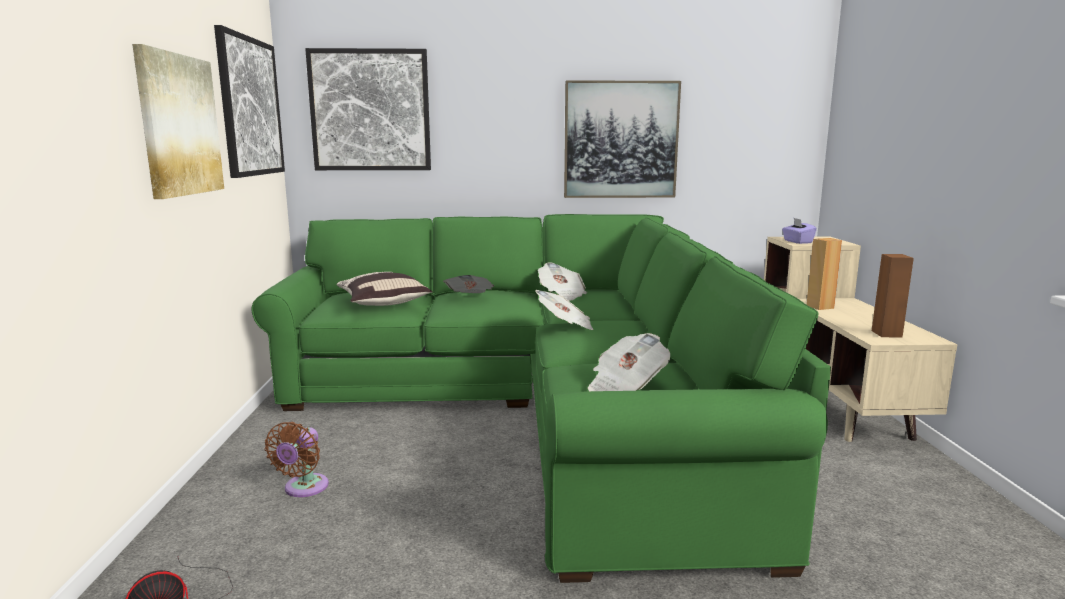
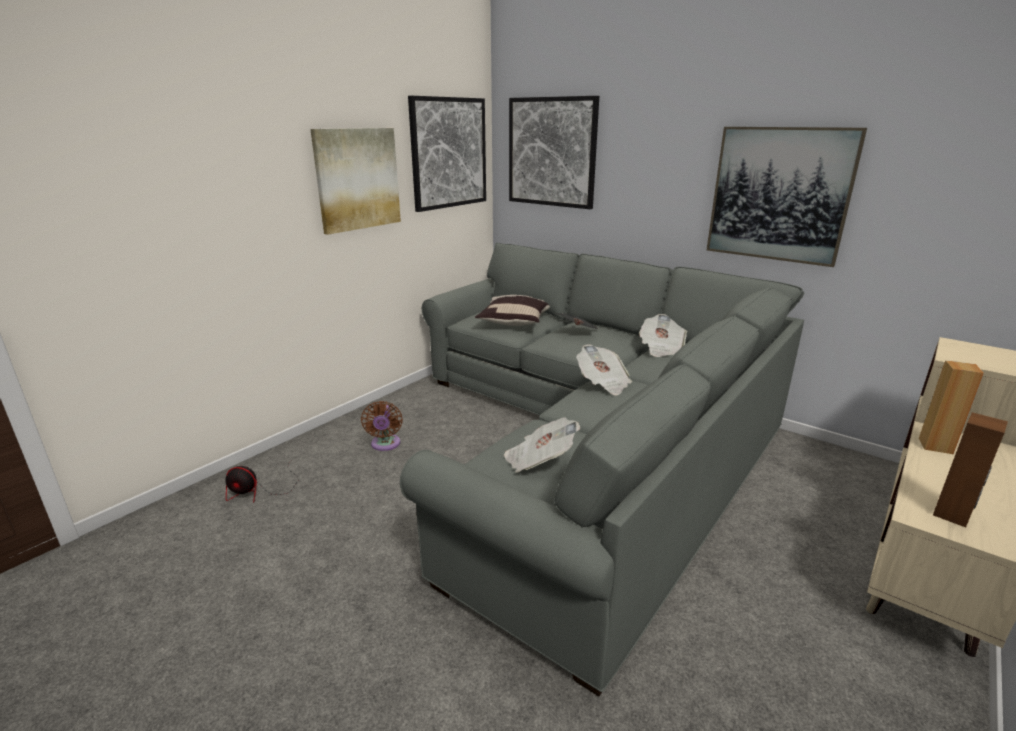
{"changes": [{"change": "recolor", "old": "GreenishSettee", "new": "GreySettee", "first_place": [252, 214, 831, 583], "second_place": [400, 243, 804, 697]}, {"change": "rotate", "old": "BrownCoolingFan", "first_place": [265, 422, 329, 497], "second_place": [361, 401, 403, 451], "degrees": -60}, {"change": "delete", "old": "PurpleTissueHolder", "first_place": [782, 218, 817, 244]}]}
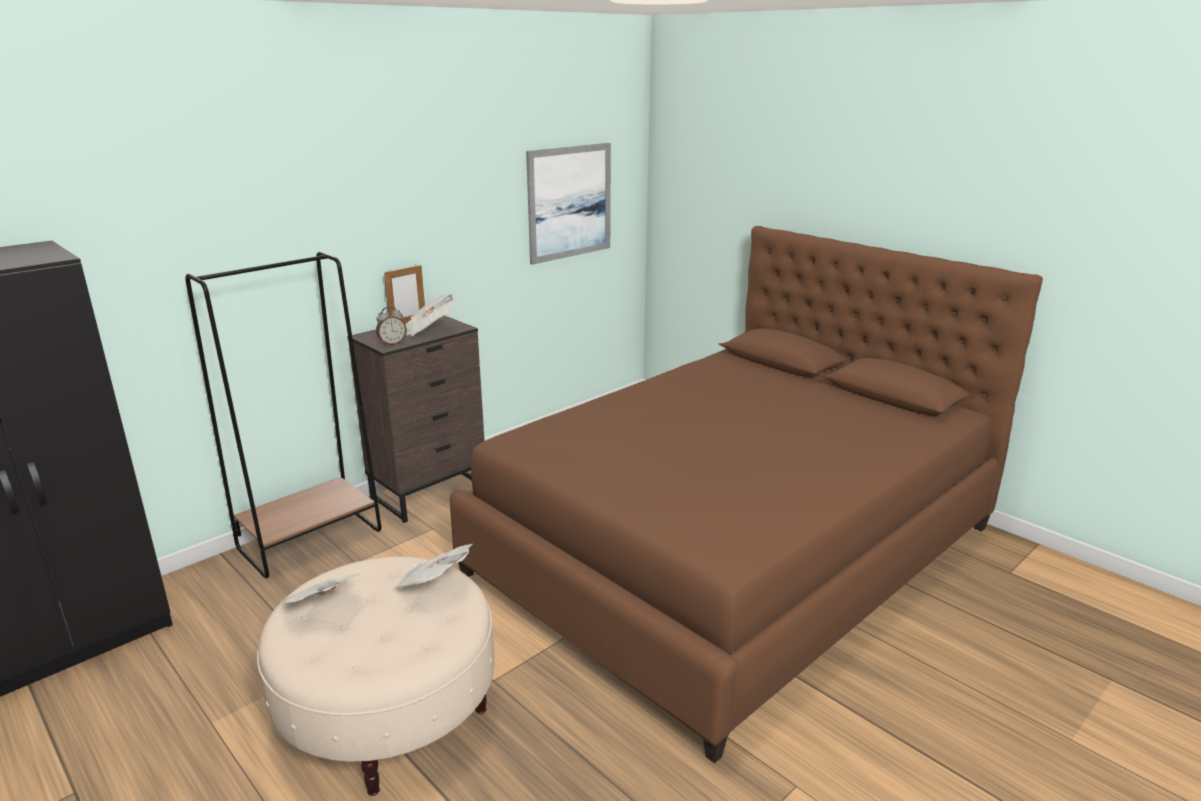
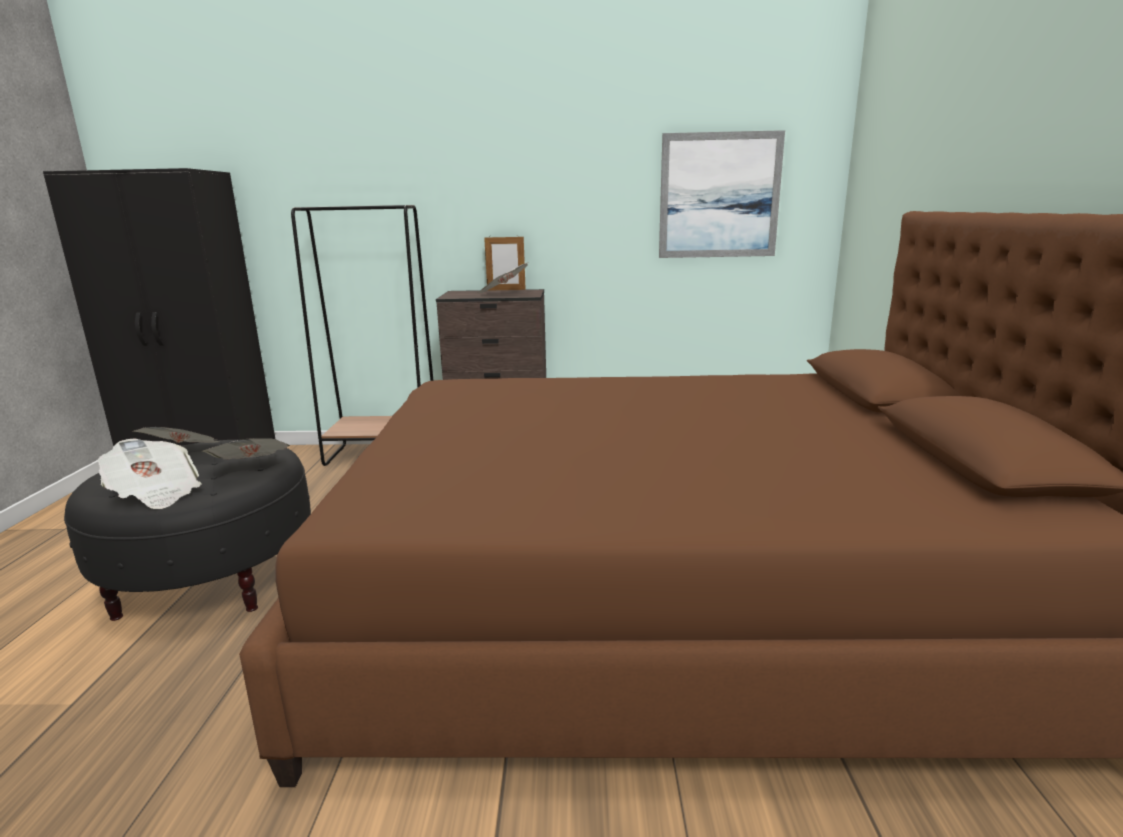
{"changes": [{"change": "recolor", "old": "BeigeColouredPouffe", "new": "BlackPouffe", "first_place": [257, 556, 494, 796], "second_place": [64, 440, 311, 621]}, {"change": "delete", "old": "AlarmClock", "first_place": [376, 307, 407, 346]}, {"change": "insert", "new": "PrintedPaper", "second_place": [98, 439, 201, 509]}]}
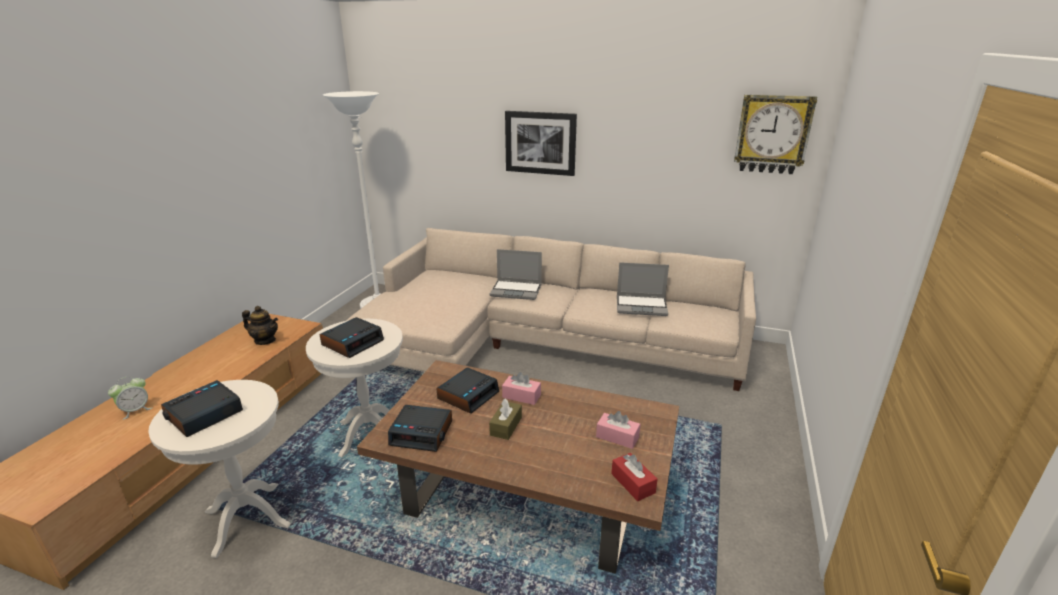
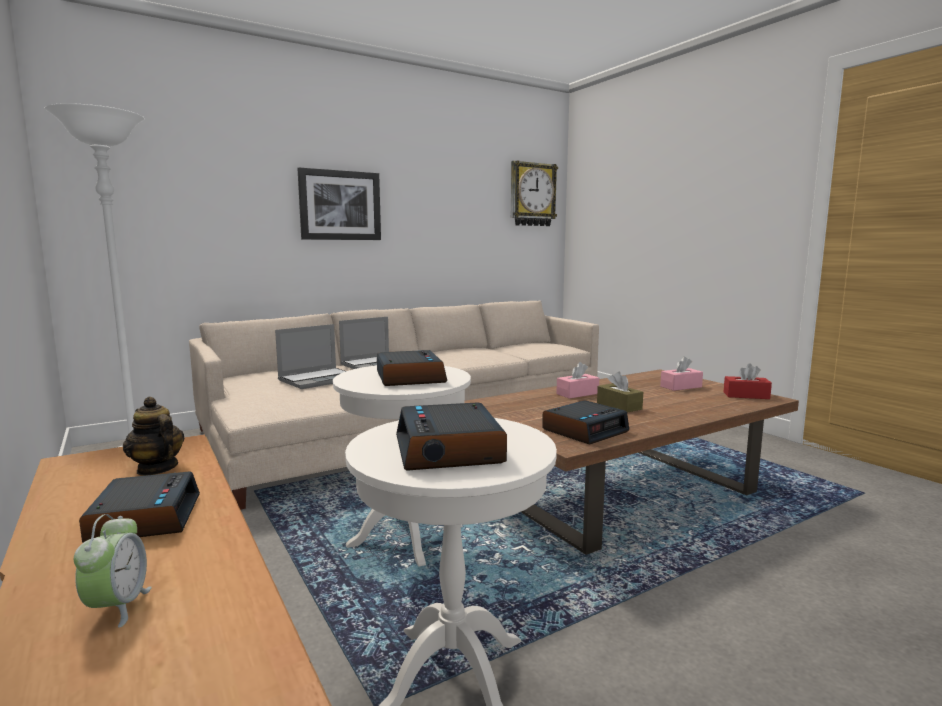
{"changes": [{"change": "rotate", "old": "TeaPot", "first_place": [242, 306, 278, 345], "second_place": [123, 397, 184, 476], "degrees": -105}, {"change": "move", "old": "AlarmClock", "first_place": [437, 367, 499, 414], "second_place": [79, 471, 200, 543]}, {"change": "move", "old": "NotebookComputer", "first_place": [617, 262, 669, 316], "second_place": [275, 324, 346, 389]}]}
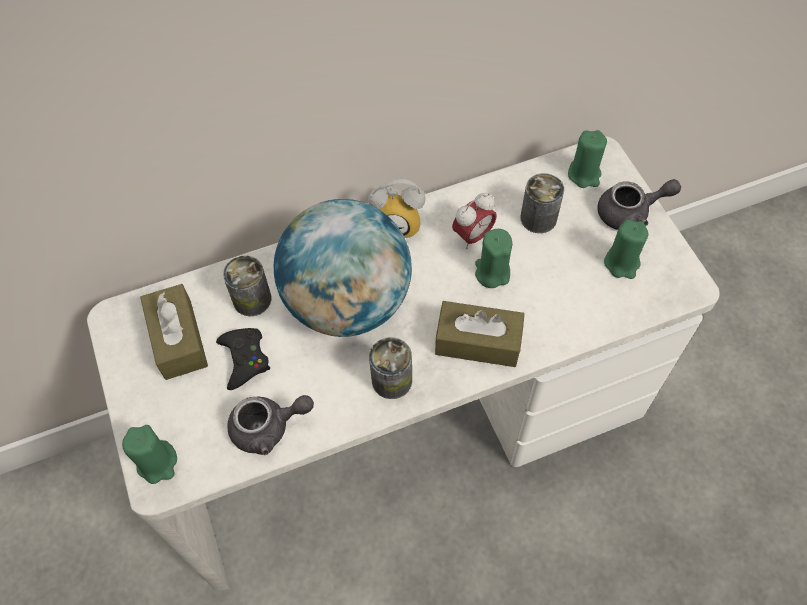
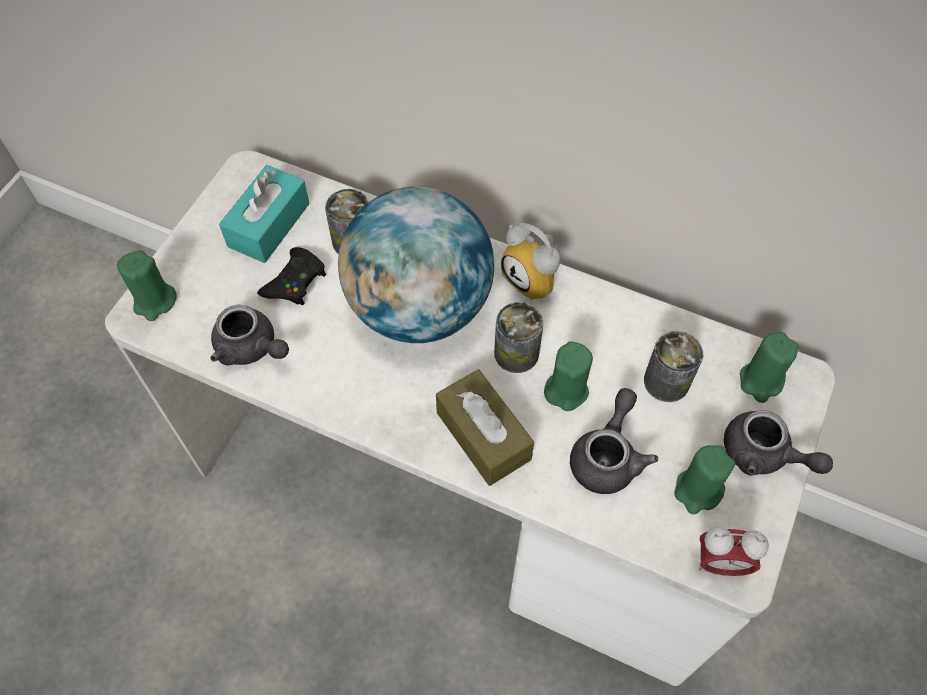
{"changes": [{"change": "recolor", "old": "BrownTissueHolder", "new": "TurquoiseColouredTissueHolder", "first_place": [140, 284, 208, 380], "second_place": [219, 165, 310, 263]}, {"change": "move", "old": "Can", "first_place": [369, 337, 412, 399], "second_place": [494, 302, 544, 373]}, {"change": "move", "old": "AlarmClock", "first_place": [452, 193, 497, 249], "second_place": [699, 526, 769, 576]}, {"change": "insert", "new": "GreyTeaPot", "second_place": [570, 388, 658, 494]}]}
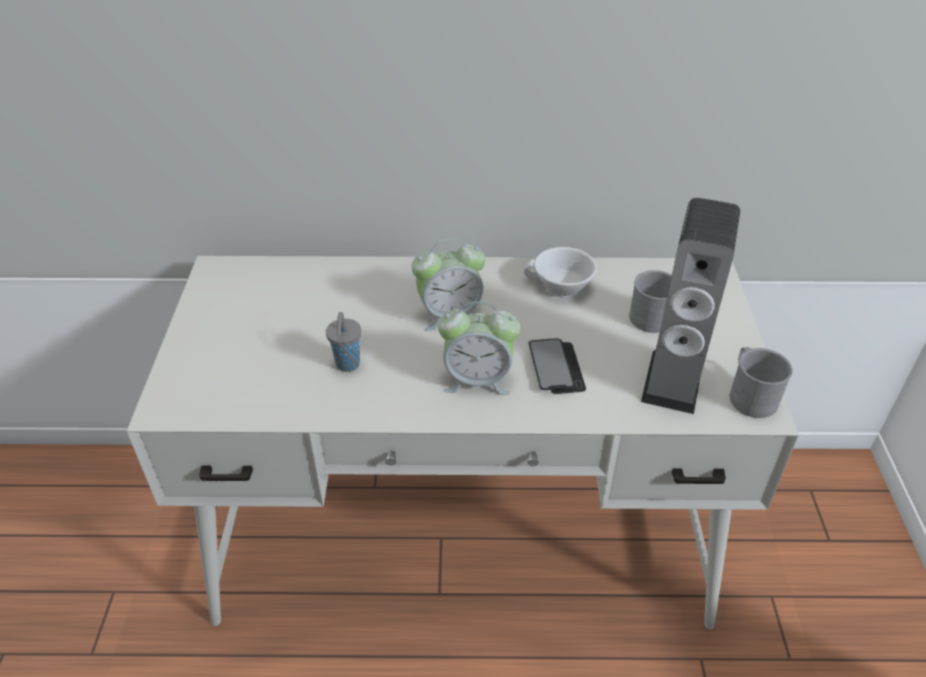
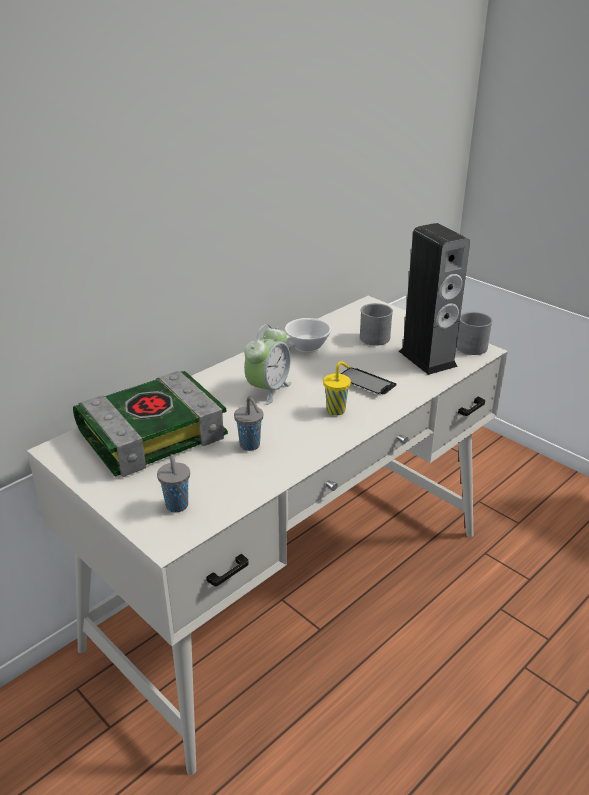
{"changes": [{"change": "replace", "old": "AlarmClock", "new": "YellowDrinkingCup", "first_place": [438, 302, 520, 395], "second_place": [323, 361, 351, 416]}, {"change": "insert", "new": "BoundBook", "second_place": [73, 371, 228, 477]}, {"change": "insert", "new": "GreyDrinkingCup", "second_place": [157, 454, 190, 512]}]}
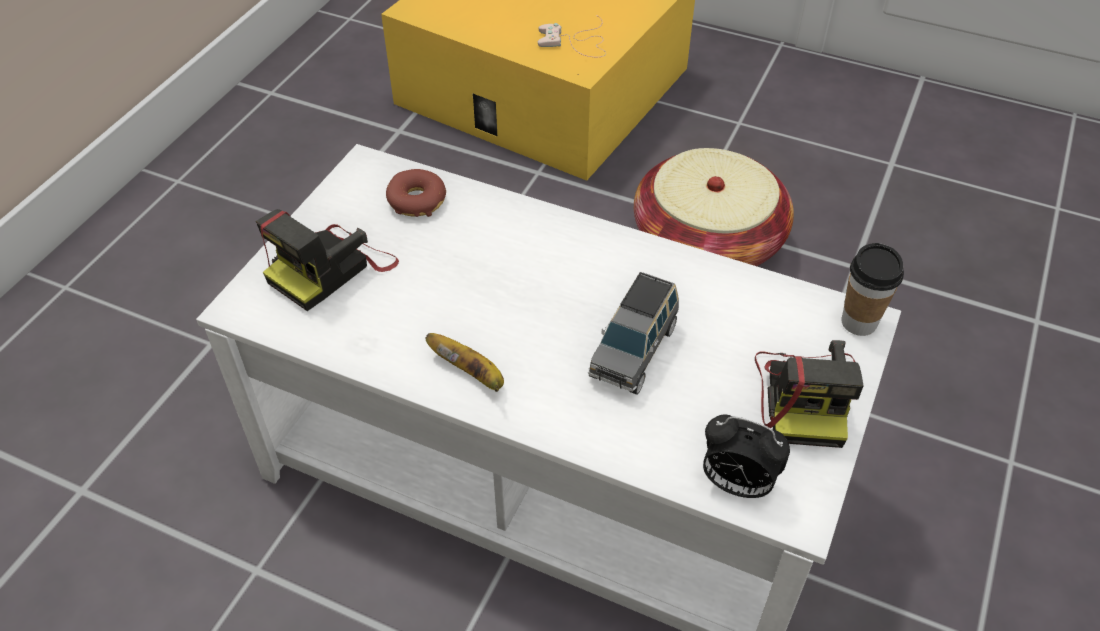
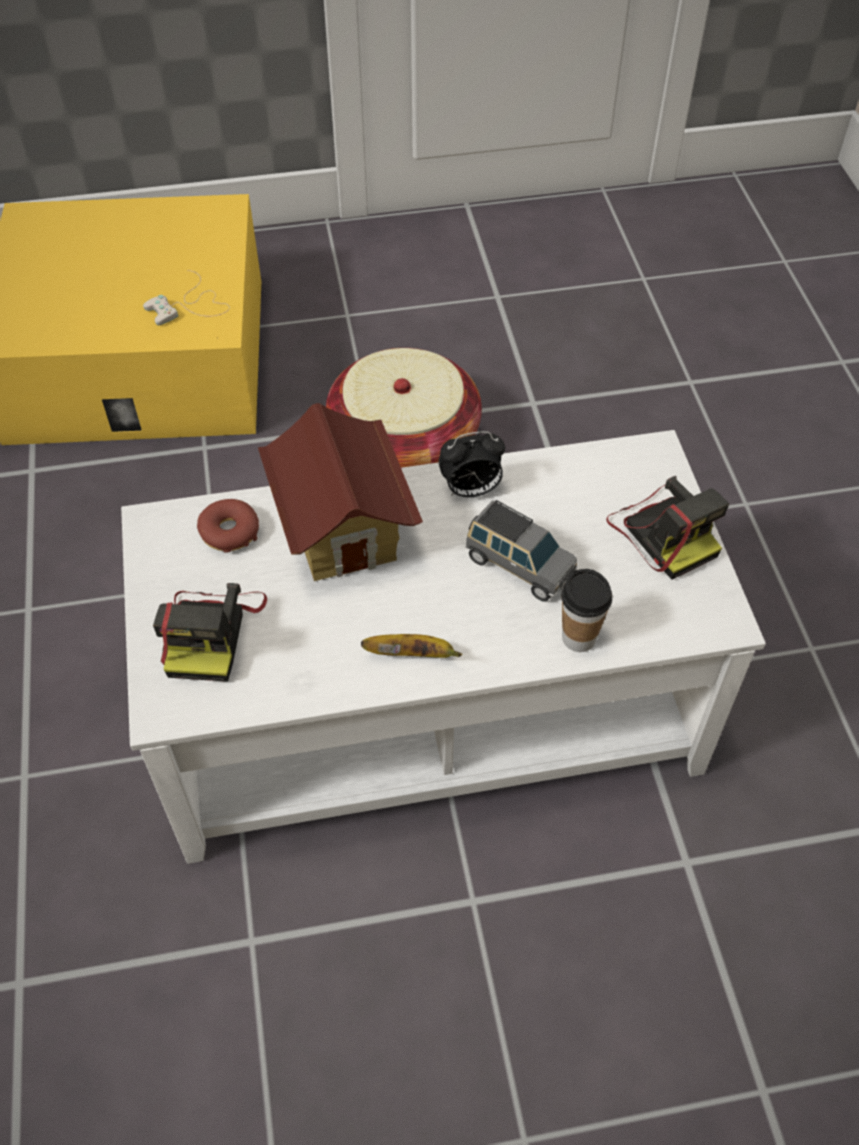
{"changes": [{"change": "rotate", "old": "GreyModelCar", "first_place": [588, 272, 679, 395], "second_place": [465, 500, 577, 602], "degrees": -45}, {"change": "move", "old": "AlarmClock", "first_place": [703, 414, 790, 498], "second_place": [439, 431, 505, 497]}, {"change": "move", "old": "DrinkingCup", "first_place": [841, 243, 904, 336], "second_place": [561, 569, 612, 652]}, {"change": "insert", "new": "ModelHouse", "second_place": [258, 403, 423, 581]}]}
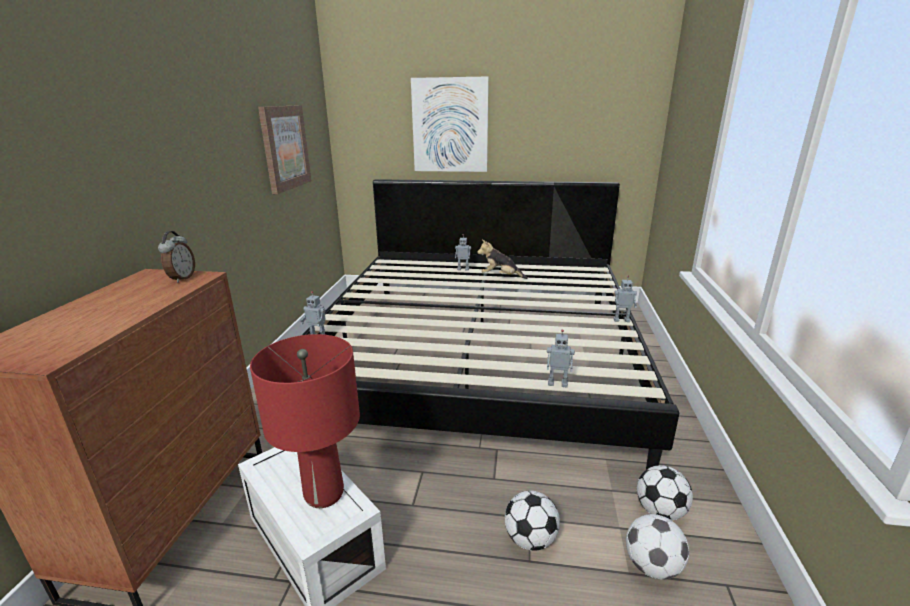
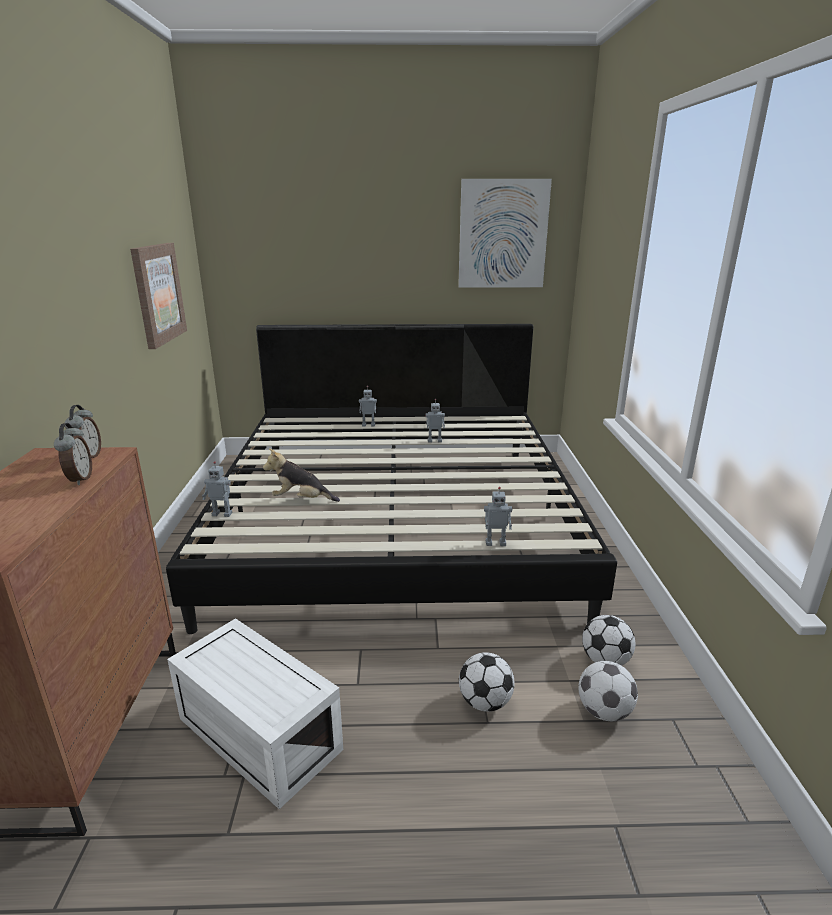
{"changes": [{"change": "delete", "old": "ReddishLampForATable", "first_place": [250, 334, 360, 508]}, {"change": "move", "old": "Picture", "first_place": [411, 76, 489, 172], "second_place": [458, 179, 552, 288]}, {"change": "move", "old": "PlushToy", "first_place": [477, 240, 528, 279], "second_place": [263, 448, 340, 502]}, {"change": "move", "old": "ToyRobot", "first_place": [613, 276, 637, 322], "second_place": [426, 399, 445, 443]}, {"change": "insert", "new": "AlarmClock", "second_place": [54, 423, 92, 485]}]}
